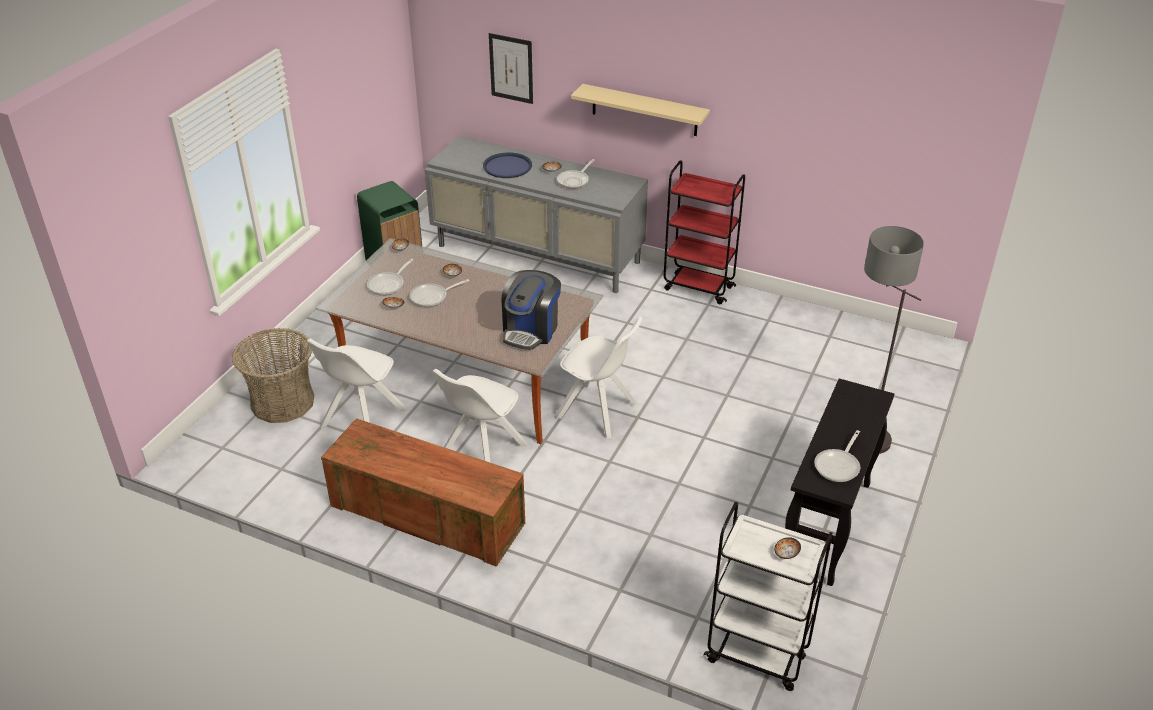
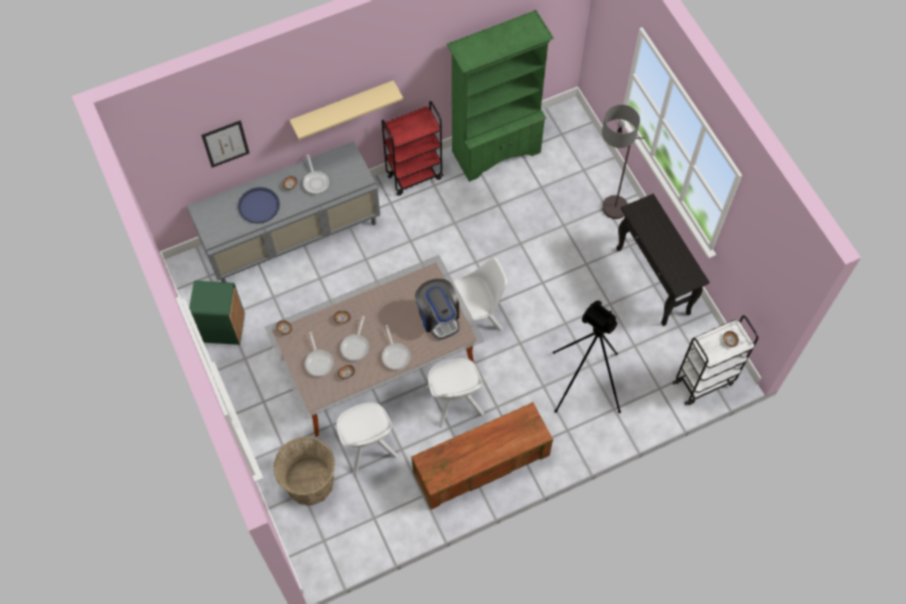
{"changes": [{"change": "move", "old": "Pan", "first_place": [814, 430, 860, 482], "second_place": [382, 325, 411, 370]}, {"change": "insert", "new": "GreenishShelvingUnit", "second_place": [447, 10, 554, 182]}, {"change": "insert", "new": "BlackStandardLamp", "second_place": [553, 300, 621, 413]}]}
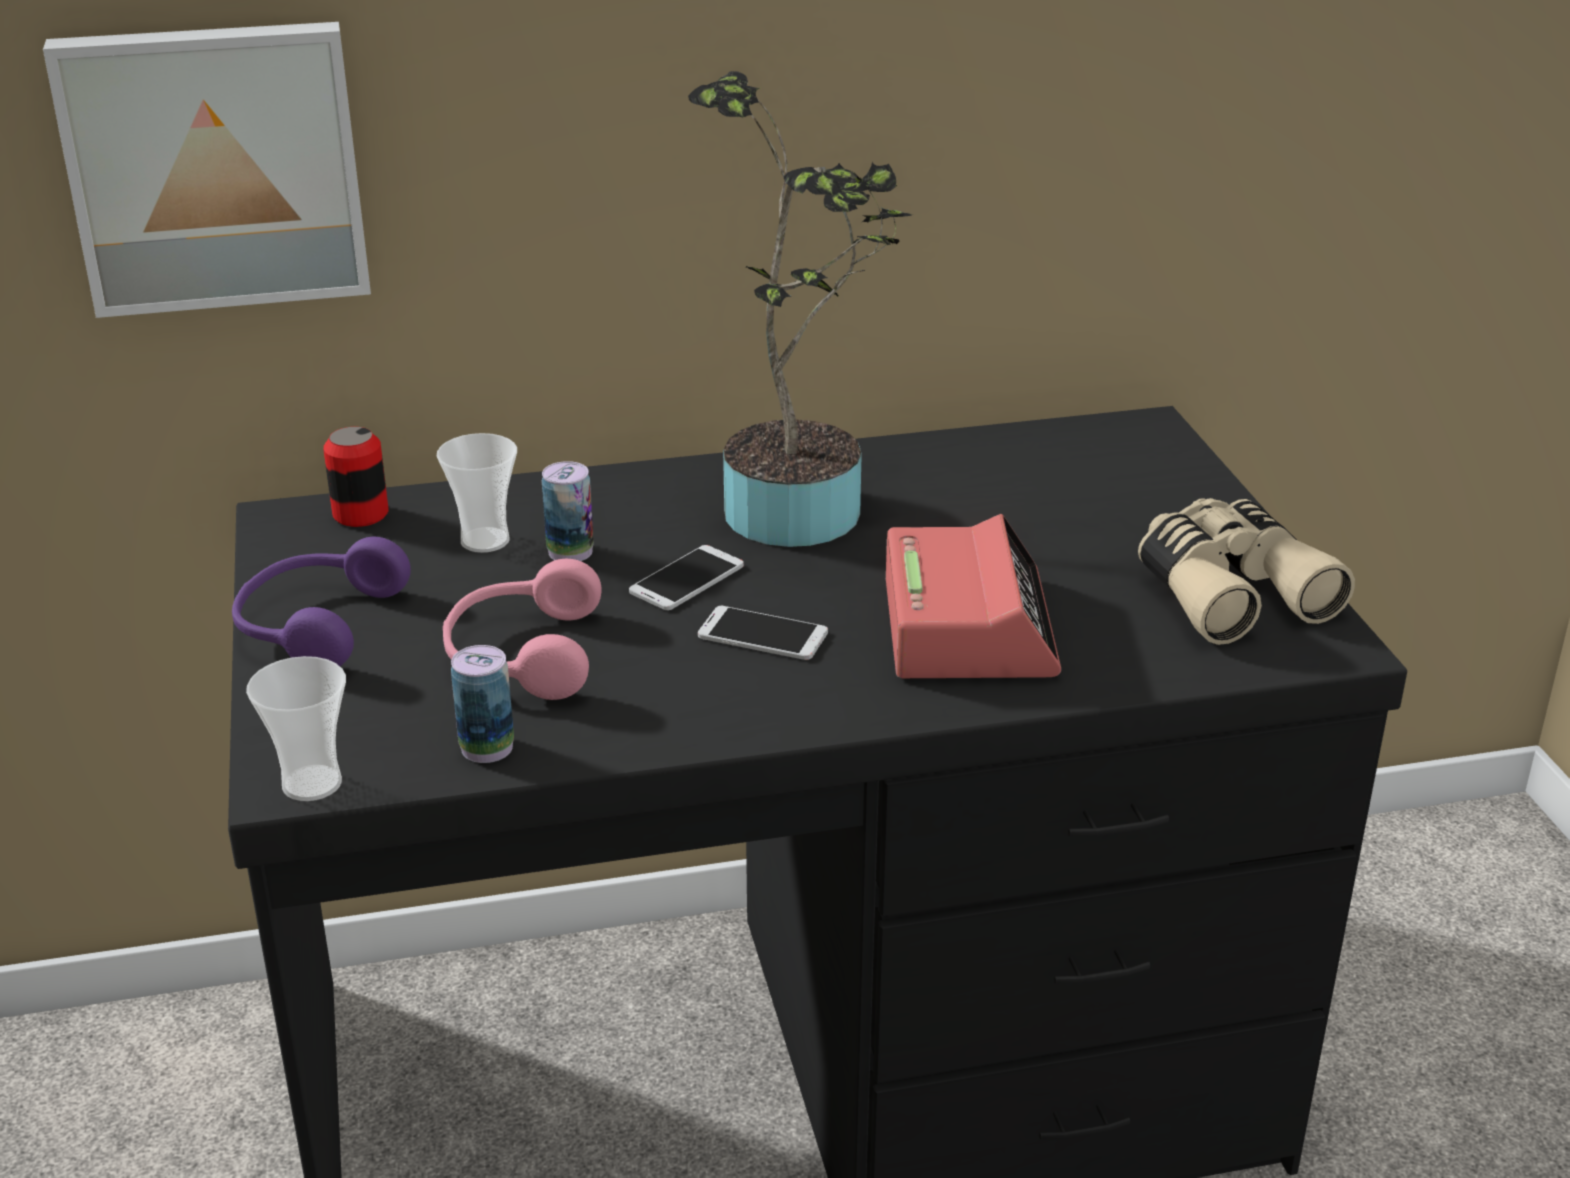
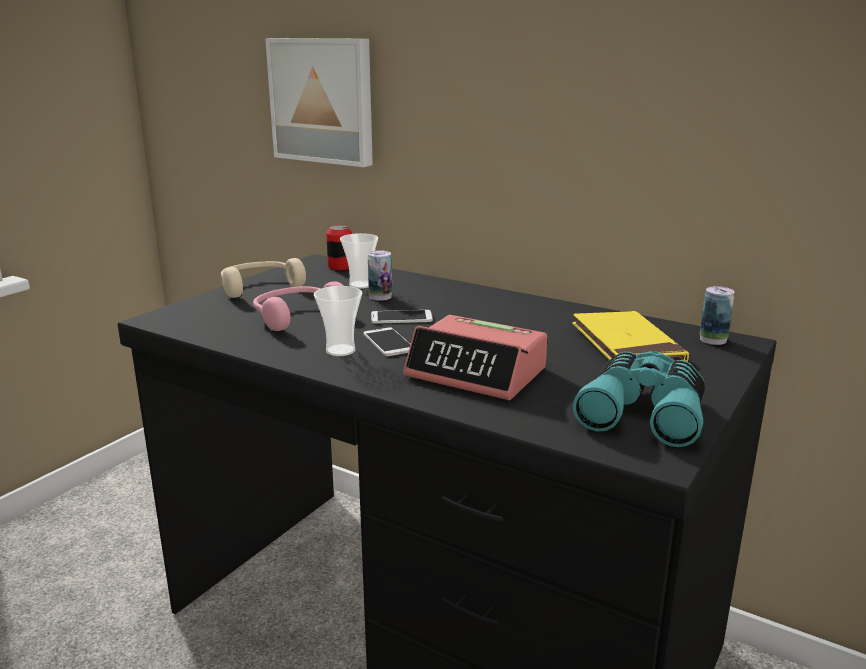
{"changes": [{"change": "recolor", "old": "PurplePairOfHeadphones", "new": "BeigeColouredPairOfHeadphones", "first_place": [232, 537, 411, 666], "second_place": [221, 258, 306, 298]}, {"change": "move", "old": "DrinkingCup", "first_place": [246, 656, 346, 801], "second_place": [314, 286, 362, 356]}, {"change": "move", "old": "Can", "first_place": [451, 645, 514, 763], "second_place": [700, 286, 734, 345]}, {"change": "delete", "old": "PottedPlant", "first_place": [688, 71, 911, 547]}, {"change": "rotate", "old": "AlarmClock", "first_place": [886, 514, 1061, 678], "second_place": [403, 315, 547, 400], "degrees": 75}, {"change": "recolor", "old": "BeigeColouredBinoculars", "new": "TurquoiseColouredBinoculars", "first_place": [1138, 498, 1355, 645], "second_place": [573, 351, 705, 447]}, {"change": "insert", "new": "YellowBoundBook", "second_place": [572, 311, 689, 362]}]}
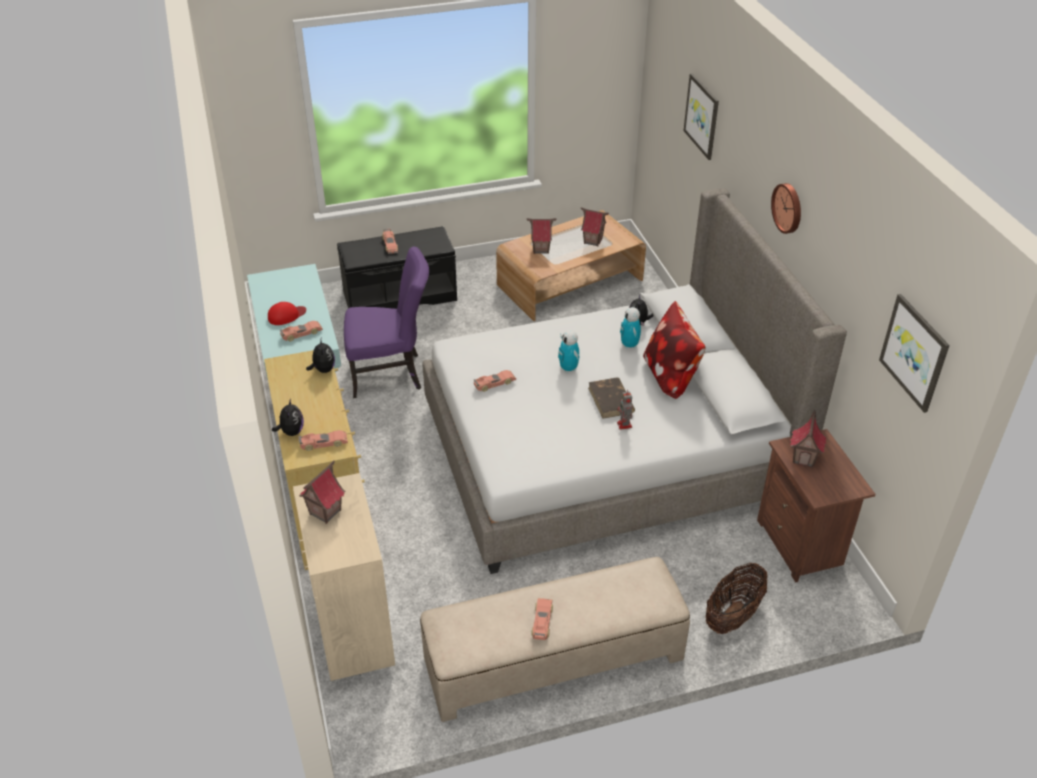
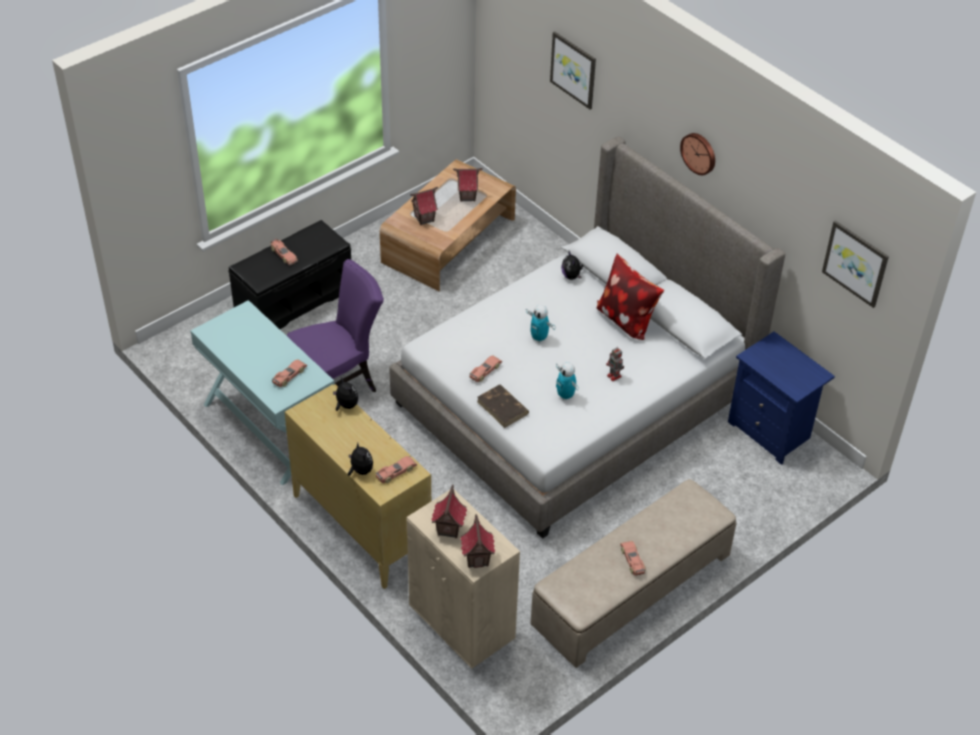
{"changes": [{"change": "delete", "old": "ReddishBaseballCap", "first_place": [268, 302, 306, 325]}, {"change": "move", "old": "BrownBoundBook", "first_place": [588, 378, 635, 419], "second_place": [477, 384, 529, 428]}, {"change": "move", "old": "ToyRobot", "first_place": [620, 307, 641, 349], "second_place": [556, 362, 579, 401]}, {"change": "delete", "old": "StorageBasket", "first_place": [706, 563, 767, 634]}, {"change": "recolor", "old": "BrownNightstand", "new": "BlueNightstand", "first_place": [757, 429, 876, 583], "second_place": [728, 332, 835, 465]}, {"change": "move", "old": "ModelHouse", "first_place": [790, 410, 826, 468], "second_place": [460, 514, 496, 568]}]}
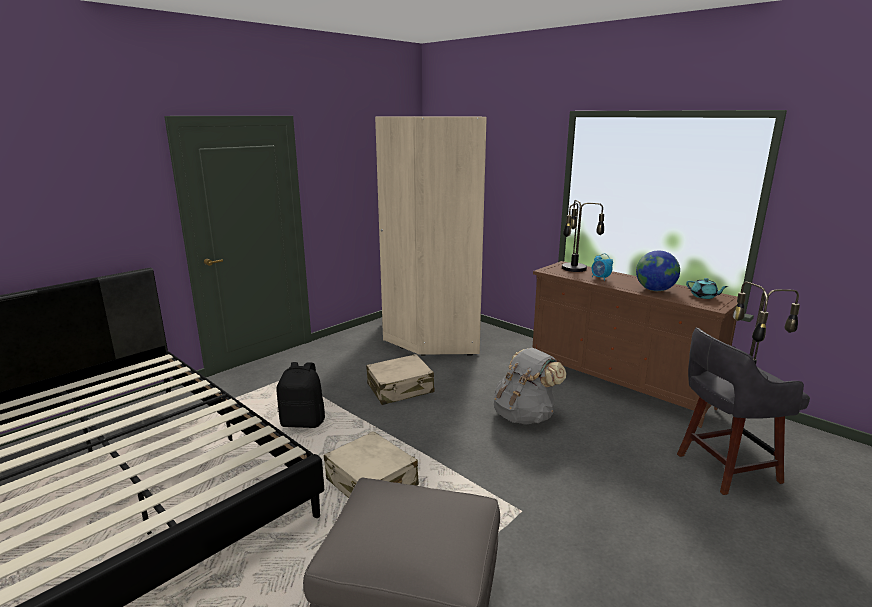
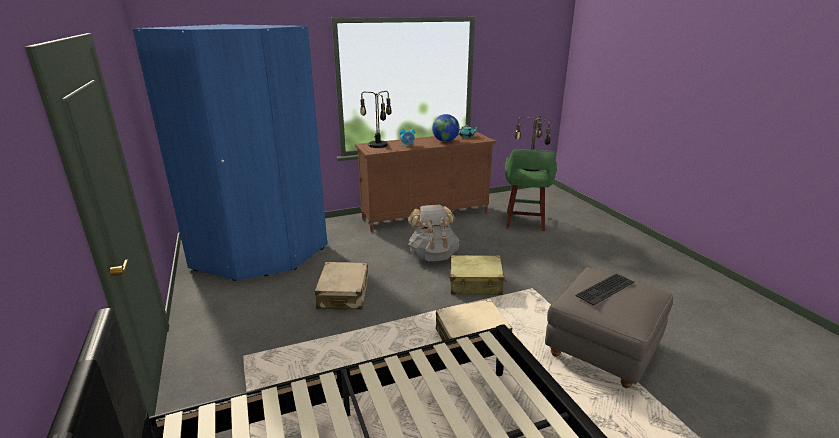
{"changes": [{"change": "delete", "old": "BlackKnapsack", "first_place": [277, 362, 325, 428]}, {"change": "recolor", "old": "BeigeColouredArmoire", "new": "BlueArmoire", "first_place": [375, 116, 487, 356], "second_place": [132, 24, 327, 281]}, {"change": "recolor", "old": "GreyStool", "new": "GreenishStool", "first_place": [677, 327, 810, 495], "second_place": [505, 149, 557, 231]}, {"change": "insert", "new": "BeigeColouredSuitcase", "second_place": [449, 255, 506, 295]}, {"change": "insert", "new": "Keyboard", "second_place": [576, 273, 634, 306]}]}
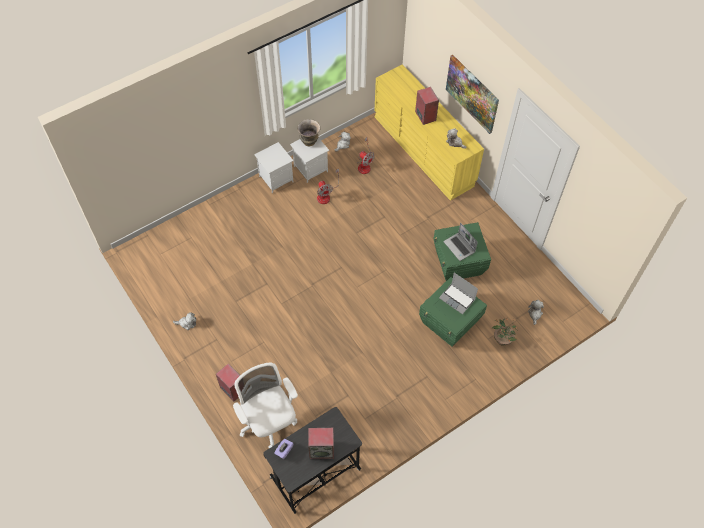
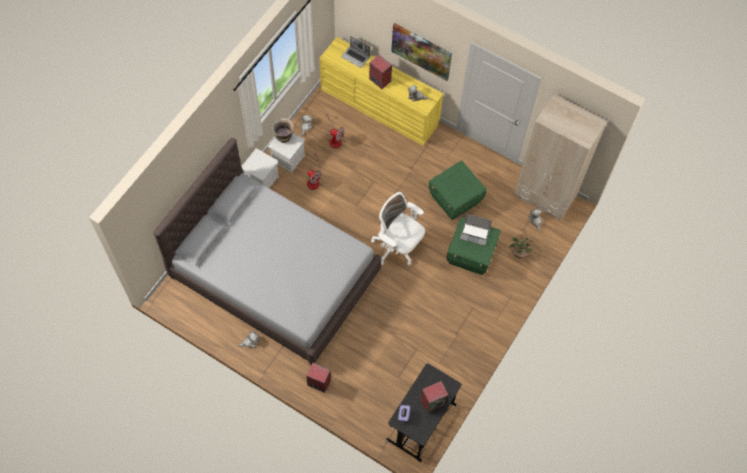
{"changes": [{"change": "move", "old": "WhiteComputerChair", "first_place": [233, 363, 298, 448], "second_place": [371, 192, 425, 266]}, {"change": "move", "old": "NotebookComputer", "first_place": [443, 223, 478, 261], "second_place": [341, 36, 371, 68]}, {"change": "insert", "new": "GreySleepingBed", "second_place": [153, 138, 381, 365]}, {"change": "insert", "new": "BeigeColouredArmoire", "second_place": [514, 94, 607, 221]}]}
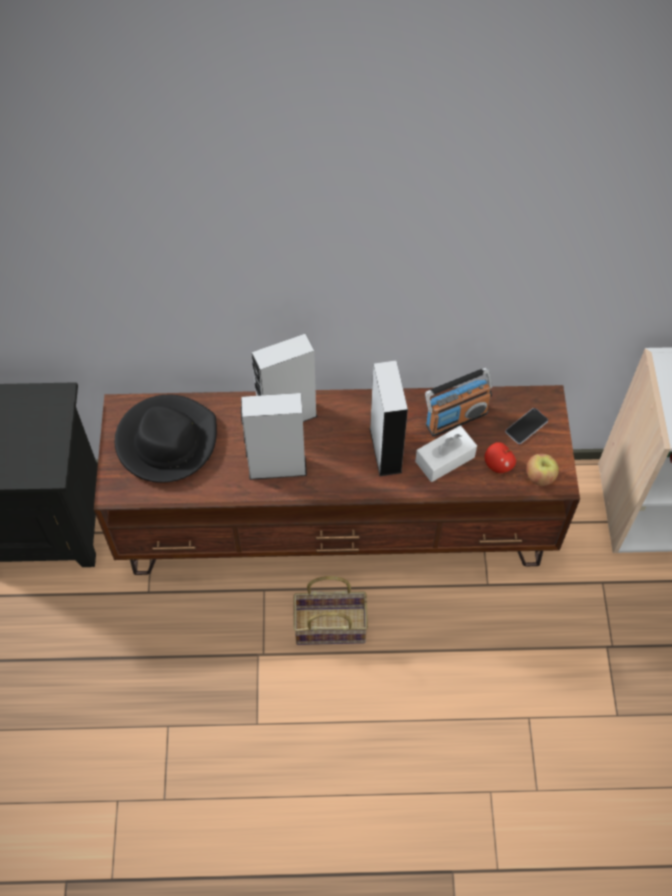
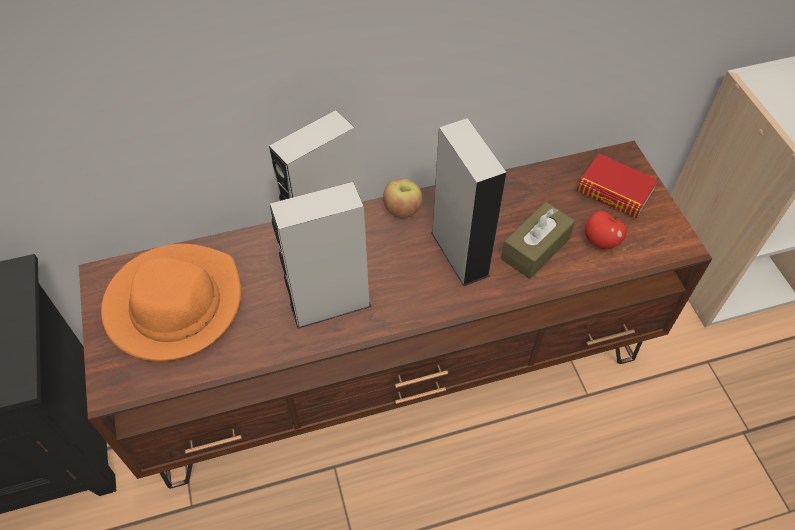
{"changes": [{"change": "recolor", "old": "BlackHat", "new": "OrangeyHat", "first_place": [115, 395, 217, 483], "second_place": [101, 244, 241, 361]}, {"change": "delete", "old": "StorageBasket", "first_place": [293, 576, 368, 645]}, {"change": "recolor", "old": "WhiteTissueHolder", "new": "BrownTissueHolder", "first_place": [415, 425, 477, 482], "second_place": [501, 202, 575, 279]}, {"change": "delete", "old": "RadioSet", "first_place": [425, 368, 492, 436]}, {"change": "replace", "old": "Phone", "new": "BoundBook", "first_place": [505, 408, 548, 444], "second_place": [576, 153, 658, 218]}, {"change": "move", "old": "Apple", "first_place": [526, 454, 559, 486], "second_place": [383, 179, 422, 219]}]}
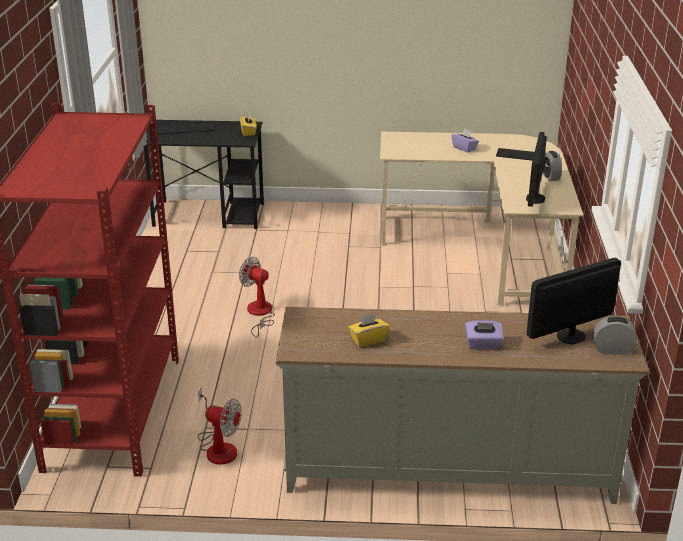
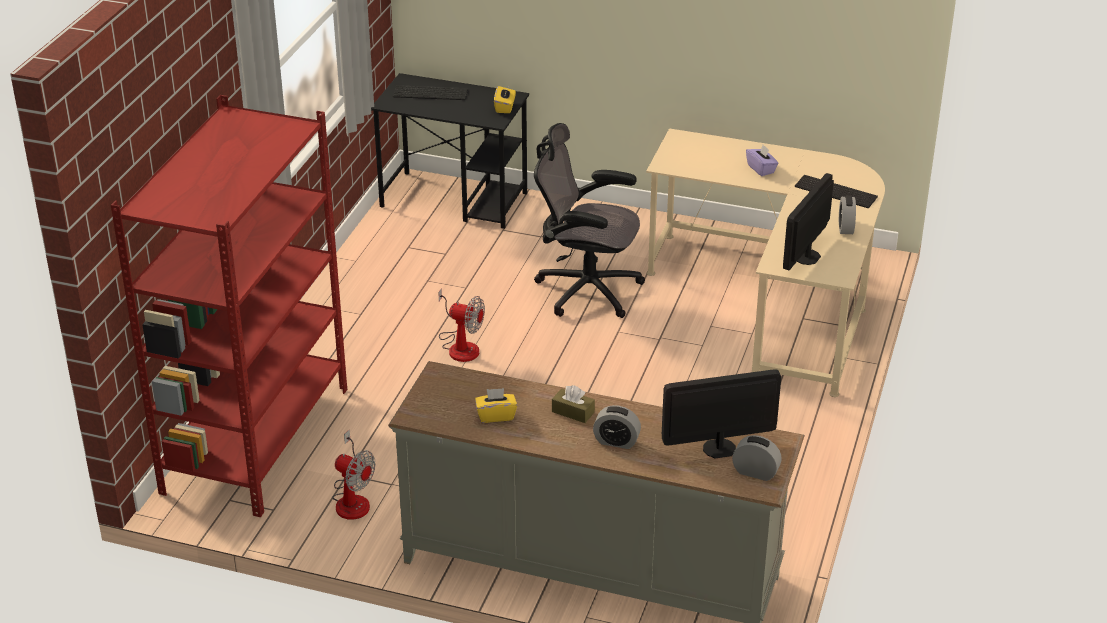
{"changes": [{"change": "rotate", "old": "CoolingFan", "first_place": [239, 257, 275, 338], "second_place": [438, 288, 485, 362], "degrees": 150}, {"change": "replace", "old": "PurpleTissueHolder", "new": "AlarmClock", "first_place": [465, 320, 504, 349], "second_place": [593, 405, 641, 449]}, {"change": "insert", "new": "ComputerChair", "second_place": [534, 123, 645, 318]}, {"change": "insert", "new": "BrownTissueHolder", "second_place": [552, 385, 595, 423]}]}
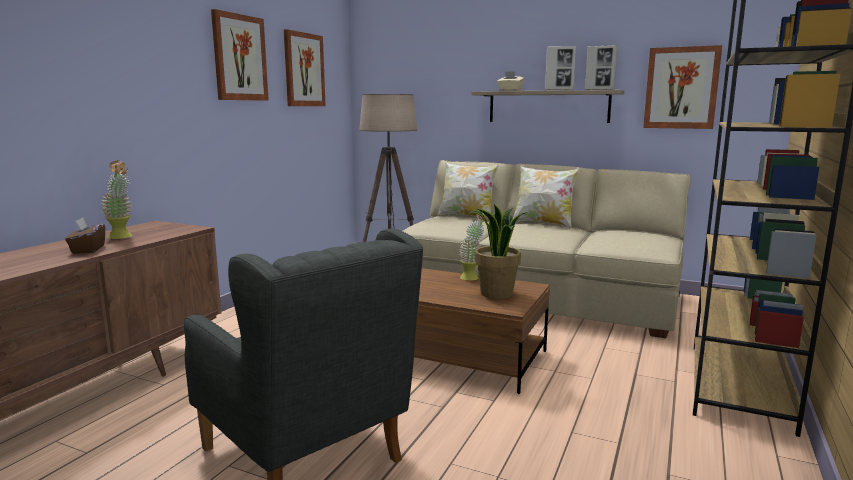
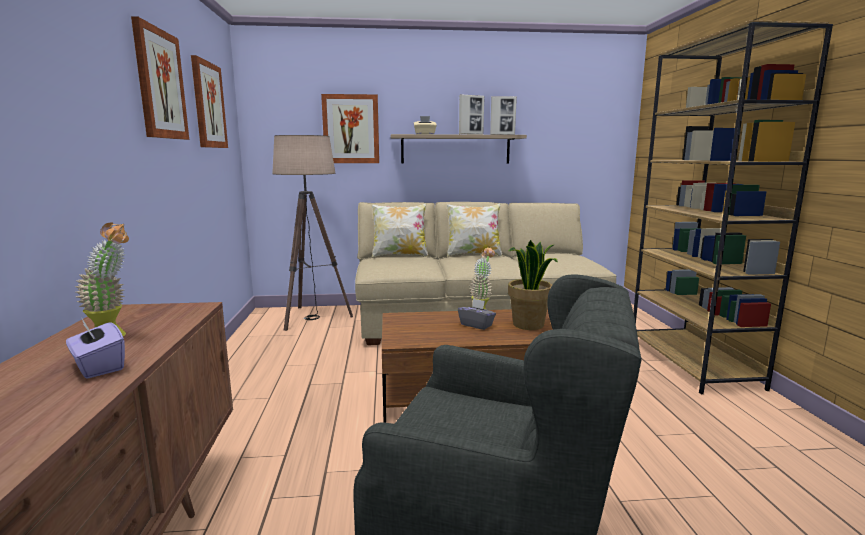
{"changes": [{"change": "recolor", "old": "BrownTissueHolder", "new": "PurpleTissueHolder", "first_place": [65, 218, 105, 254], "second_place": [66, 317, 125, 379]}, {"change": "move", "old": "Picture", "first_place": [643, 45, 722, 129], "second_place": [321, 94, 379, 163]}, {"change": "insert", "new": "GreyTissueHolder", "second_place": [458, 298, 496, 330]}]}
